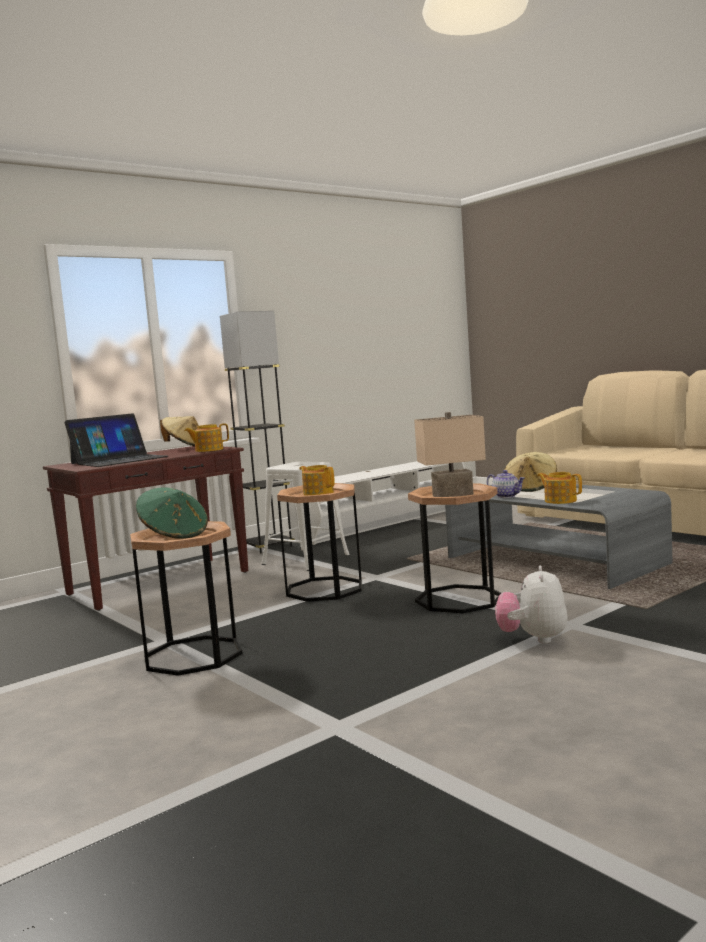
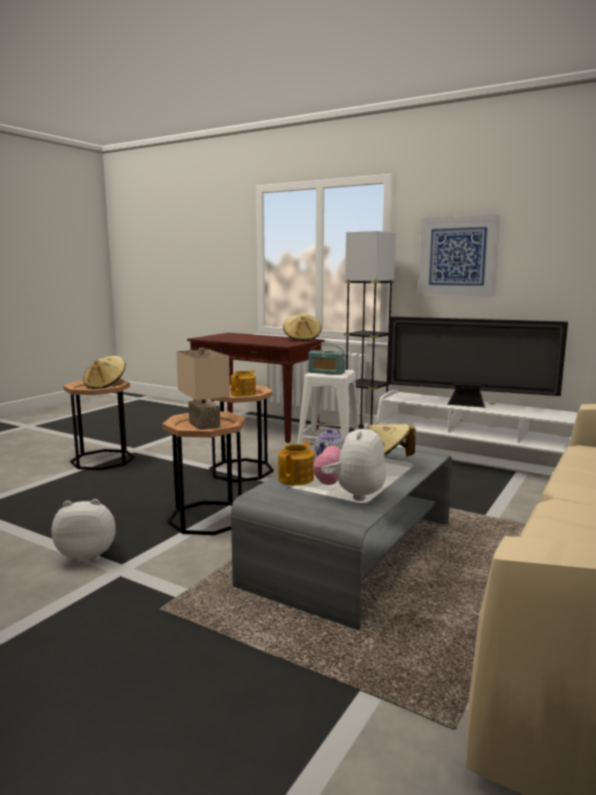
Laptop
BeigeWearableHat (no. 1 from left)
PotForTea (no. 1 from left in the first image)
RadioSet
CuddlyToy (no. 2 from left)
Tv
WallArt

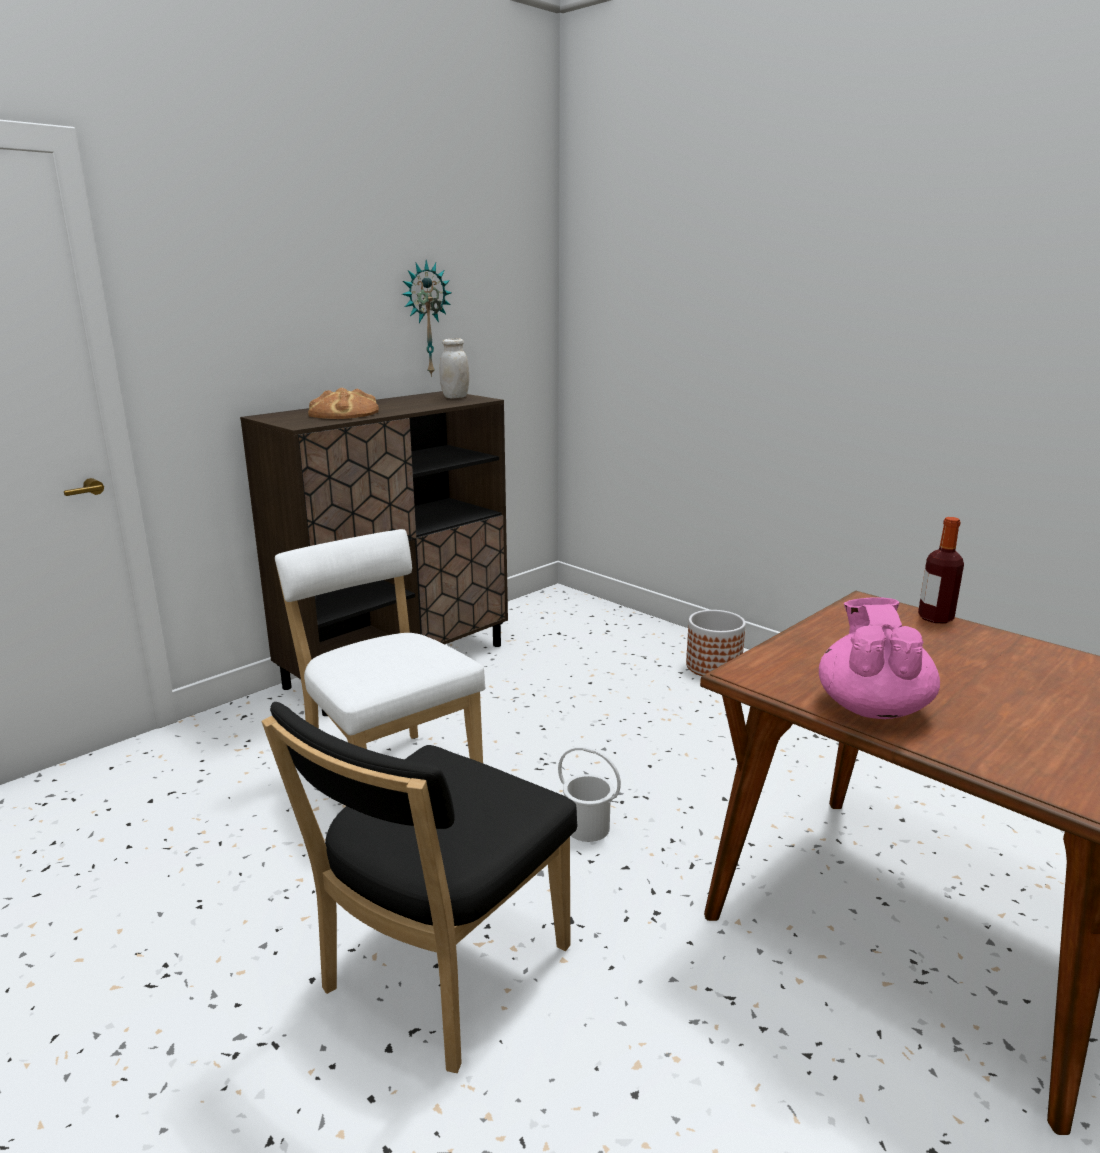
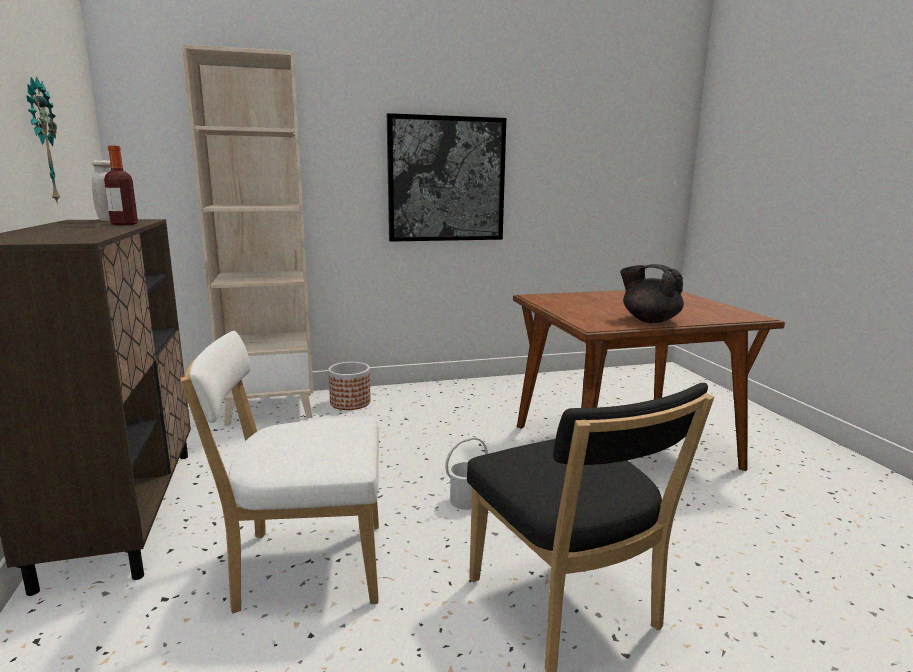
BakedBread
BlackPotForTea
BeverageBottle
BeigeBookcase
WallArt

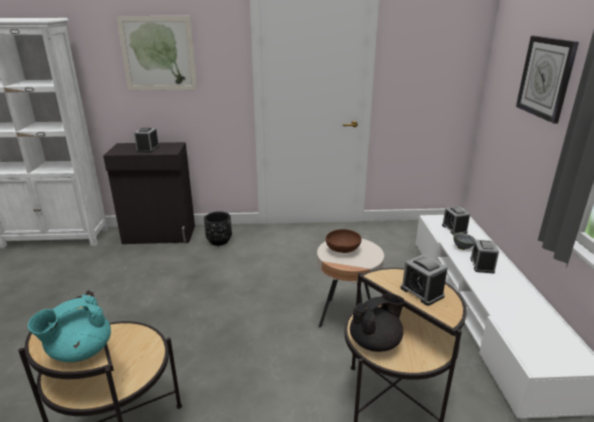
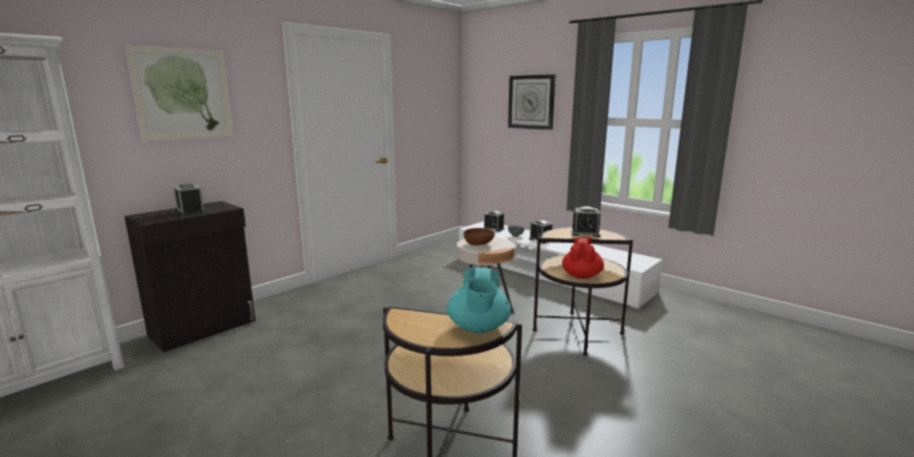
BlackFlowerPot
ReddishPotForTea

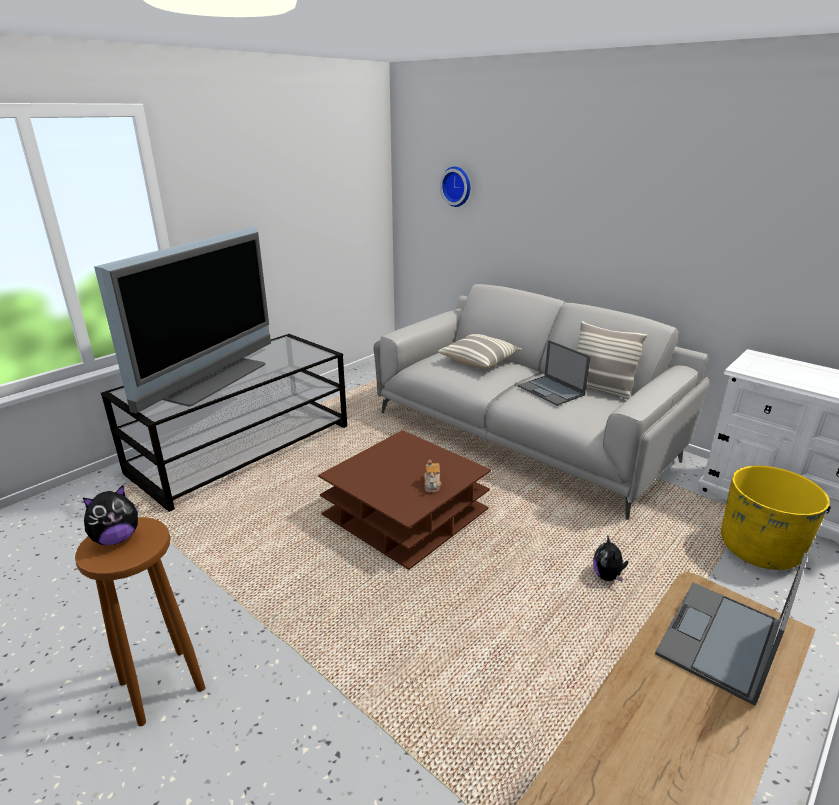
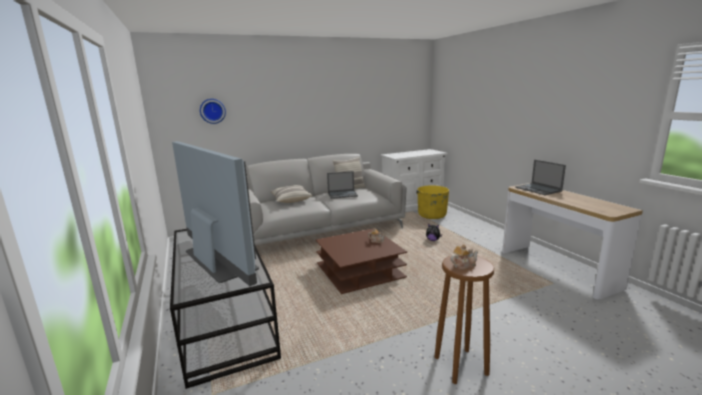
PotForTea (no. 2 from left)

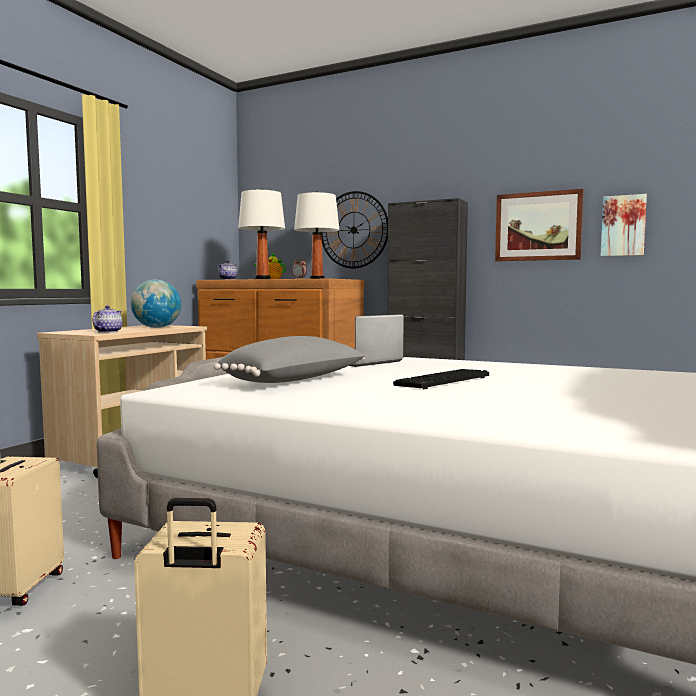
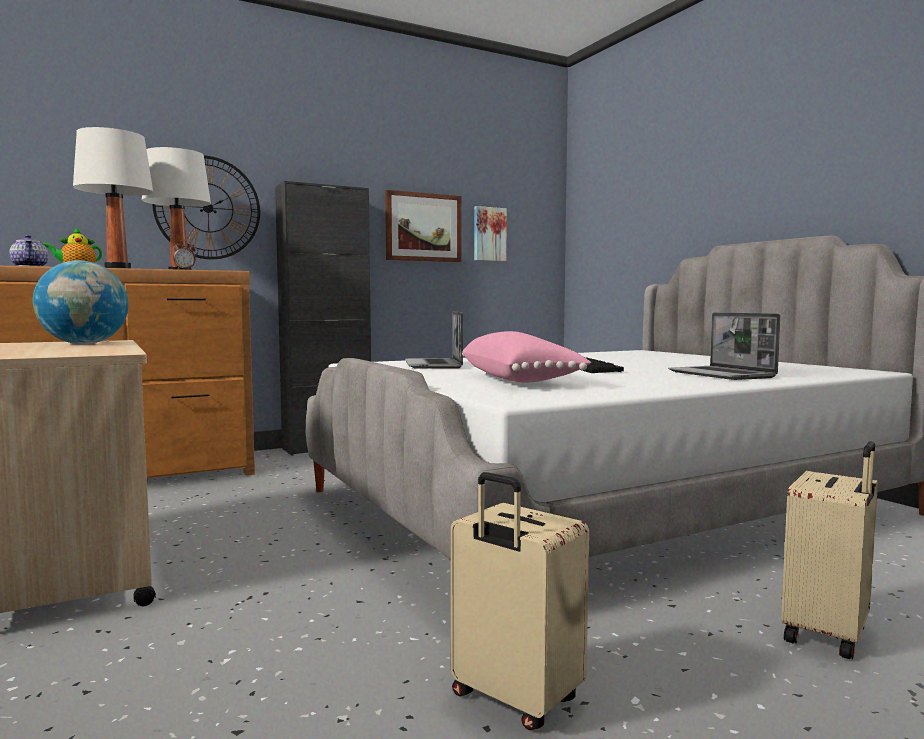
PotForTea (no. 1 from left in the first image)
PinkColouredCushion
Laptop (no. 2 from left)

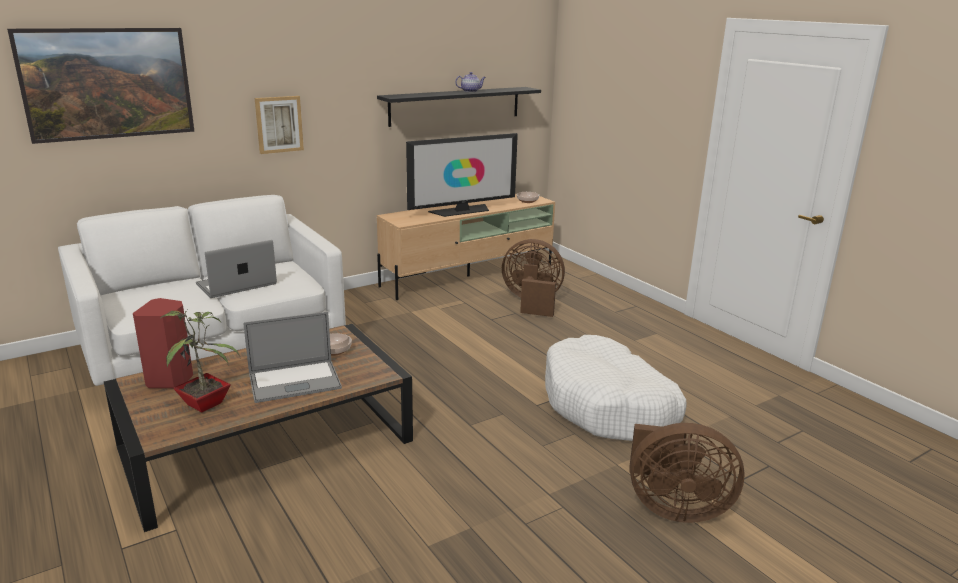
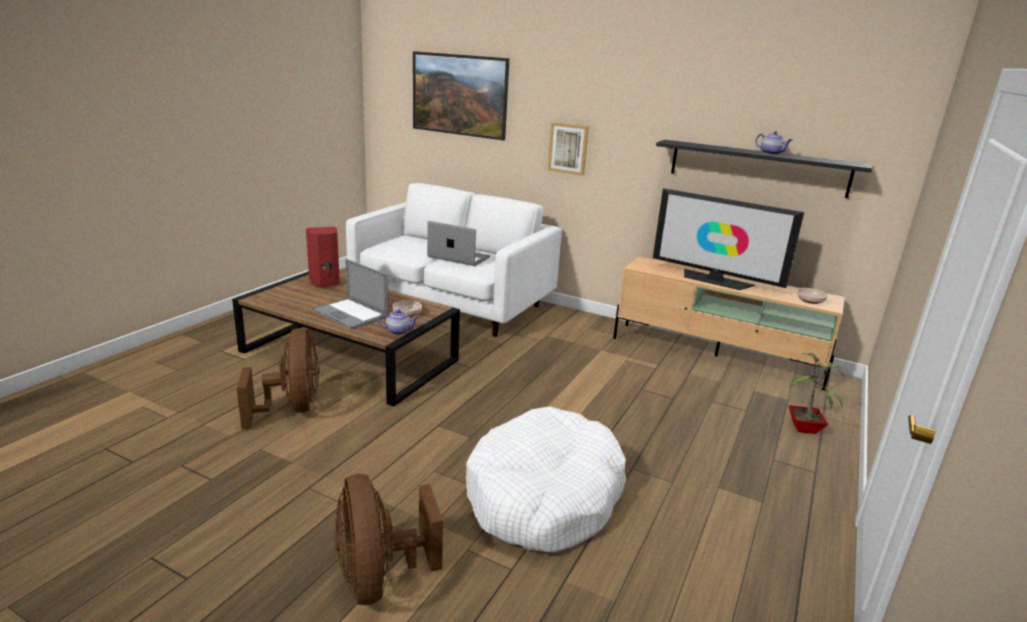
PlantInAPot
BrownishElectricFan (no. 1 from left)
PotForTea (no. 1 from left)

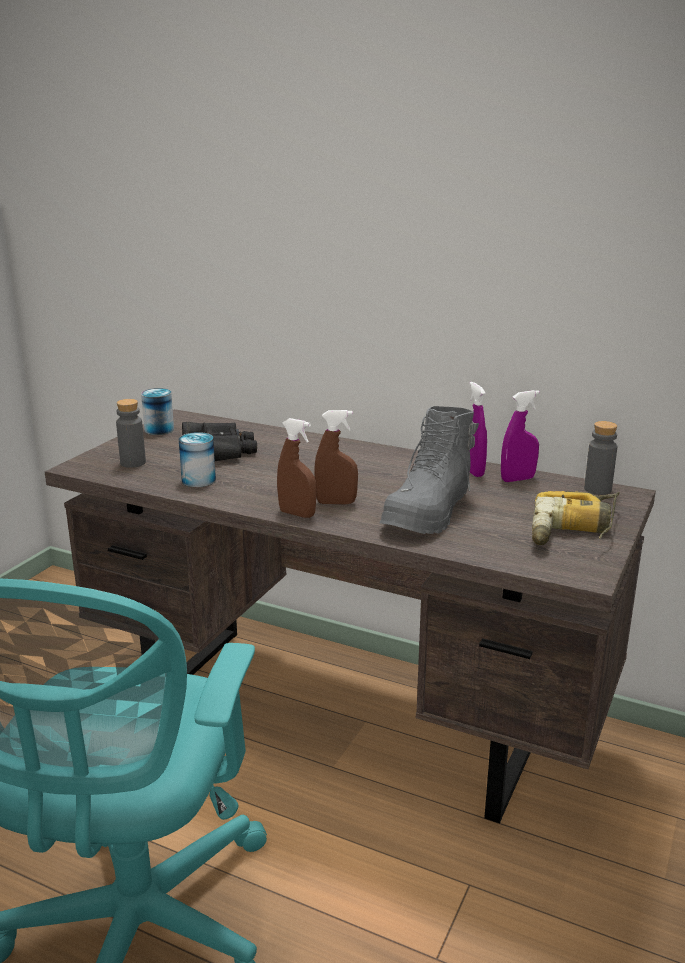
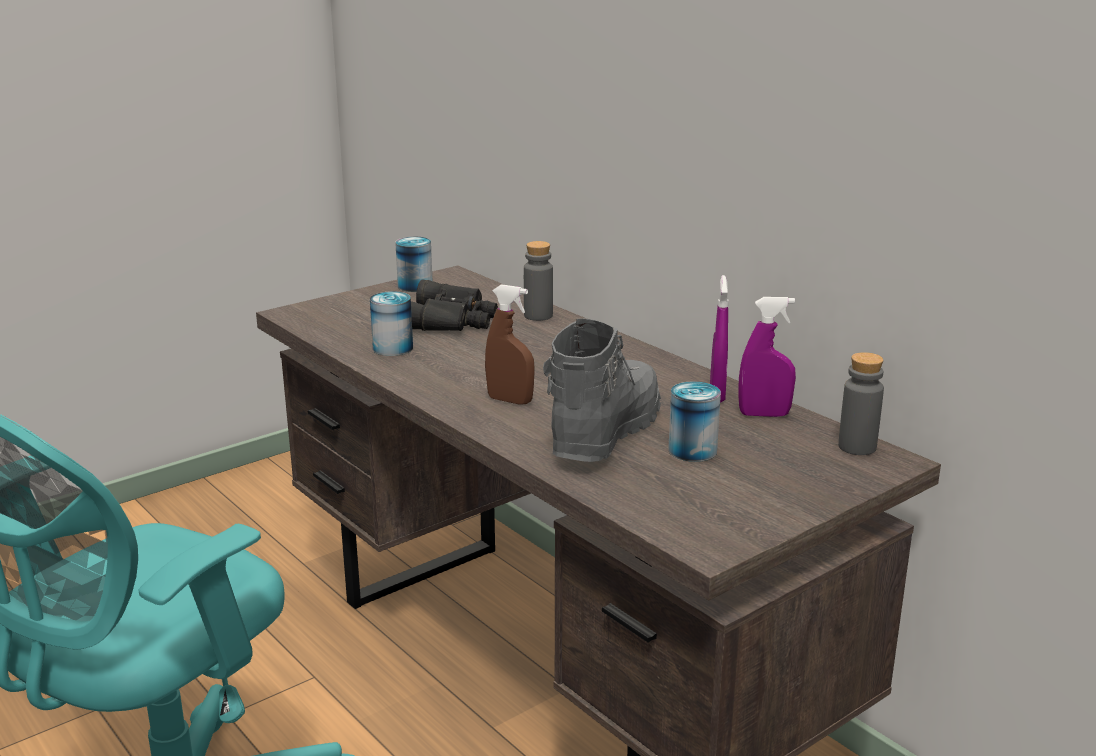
GreyBeverageBottle (no. 1 from left)
BrownishHandSprayer (no. 1 from left in the first image)
GreyBoot
PowerDrill
MetalCan (no. 3 from left)

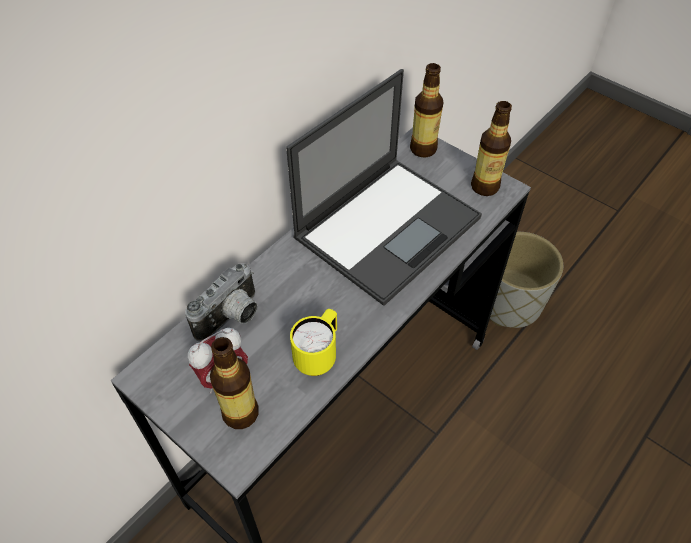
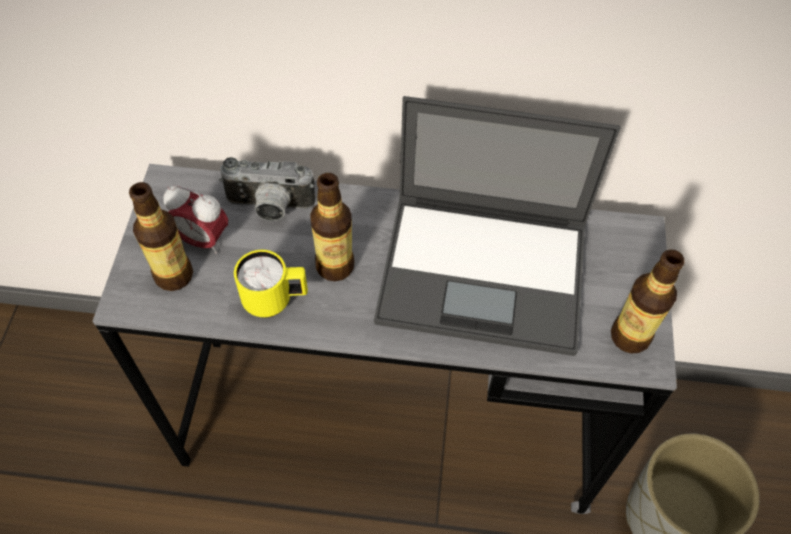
BeverageBottle (no. 2 from left)

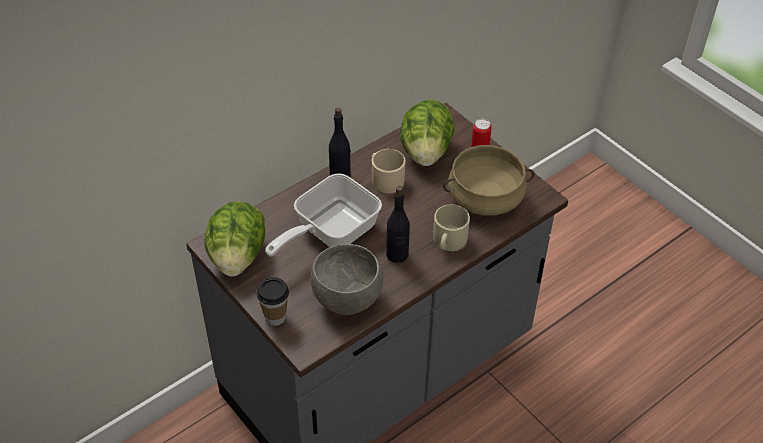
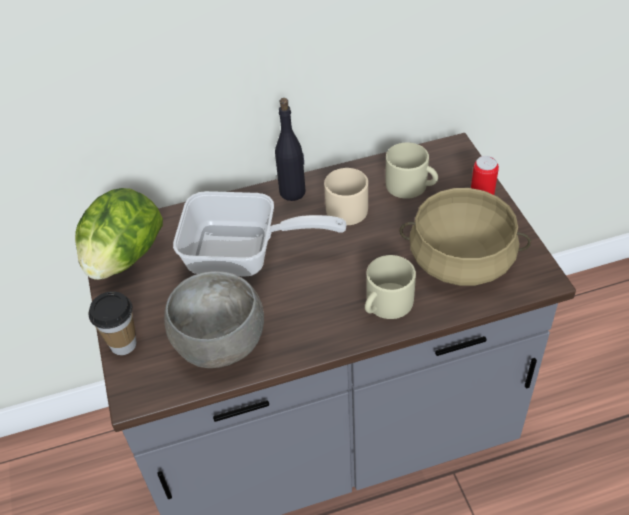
Skillet
BlackBeverageBottle (no. 2 from left in the first image)
BeigeCoffeeMug (no. 3 from left)

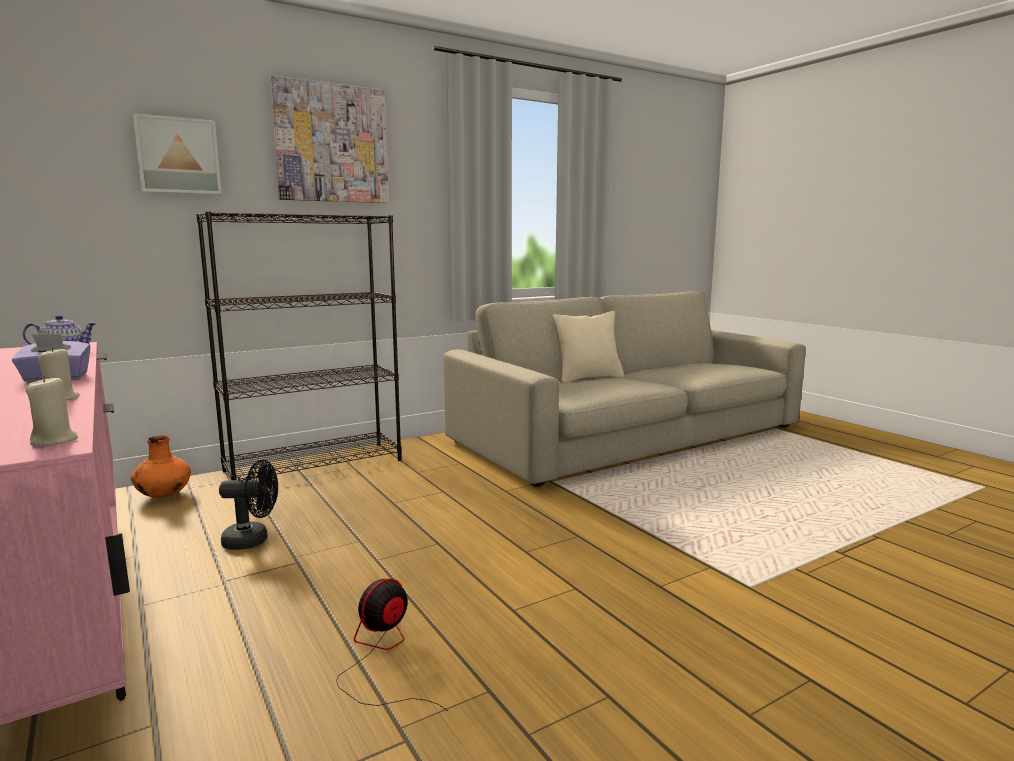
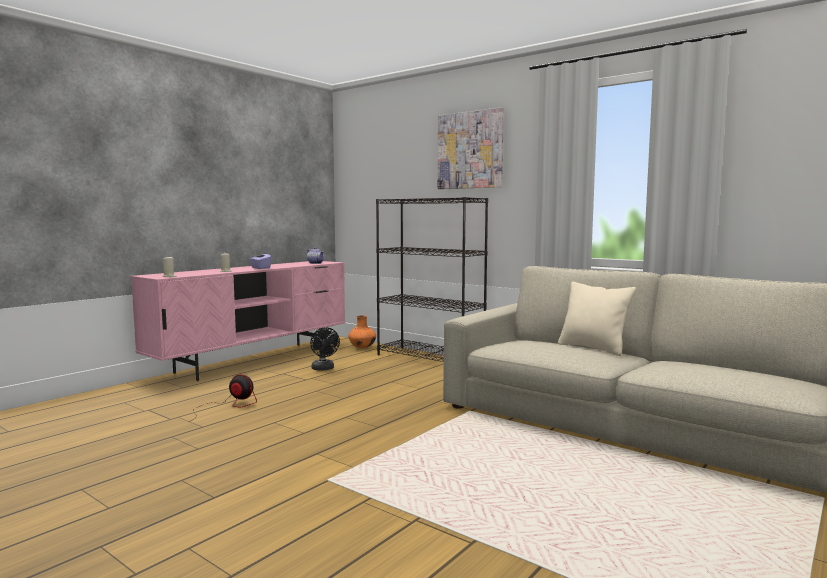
WallArt (no. 1 from left in the first image)

